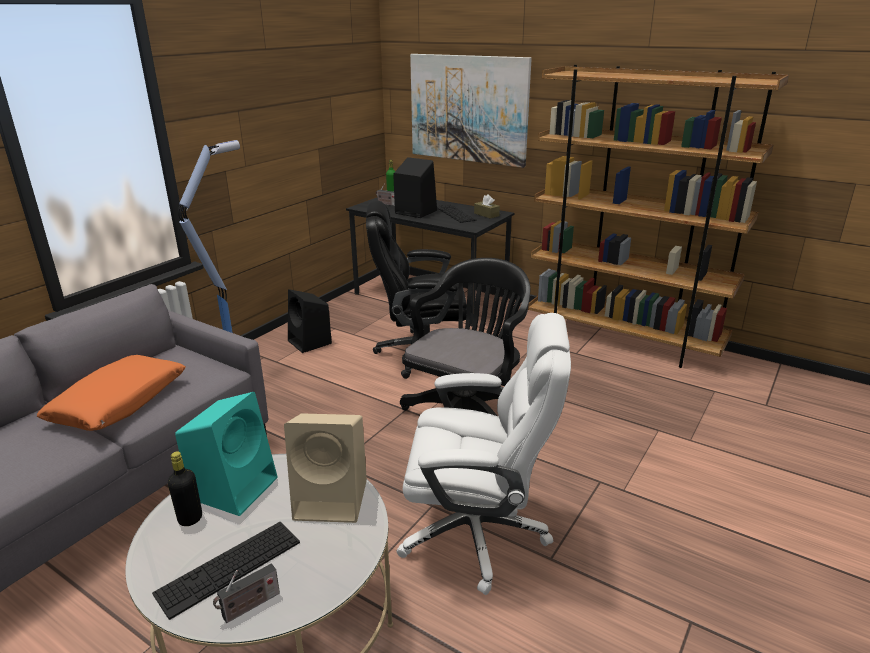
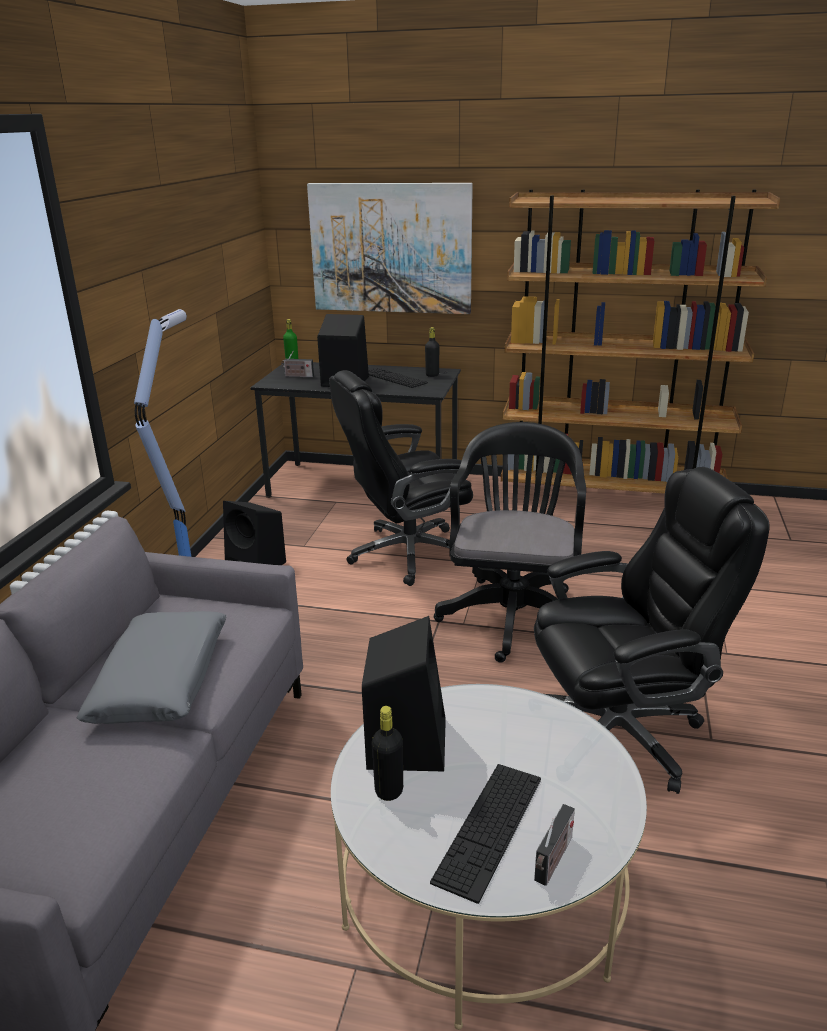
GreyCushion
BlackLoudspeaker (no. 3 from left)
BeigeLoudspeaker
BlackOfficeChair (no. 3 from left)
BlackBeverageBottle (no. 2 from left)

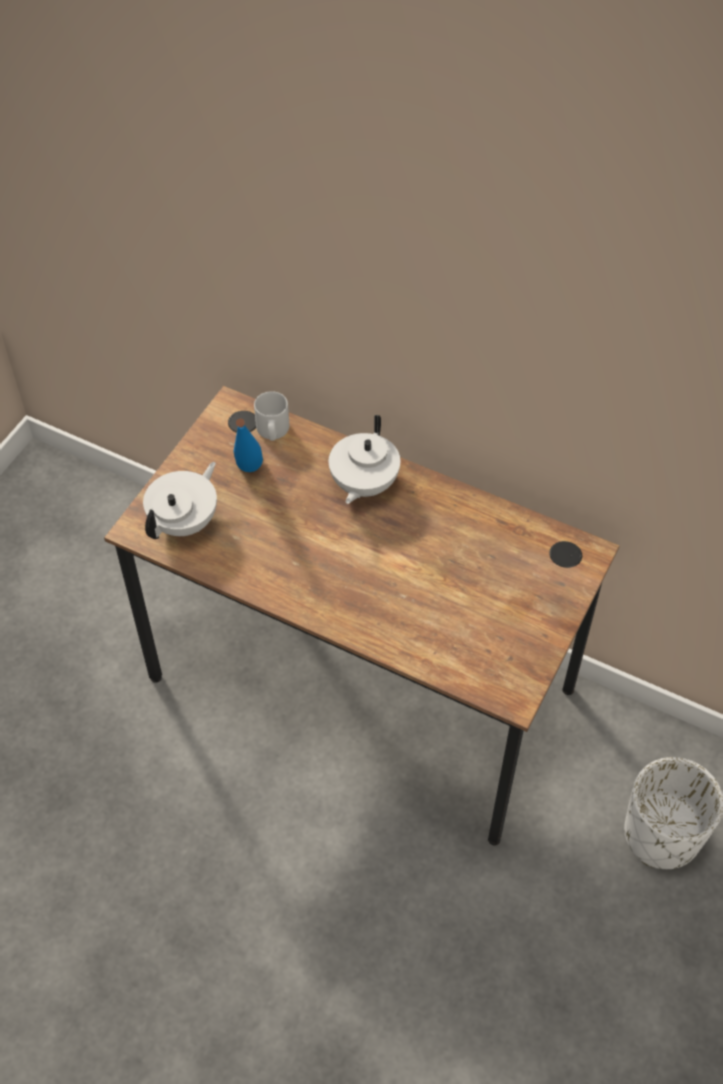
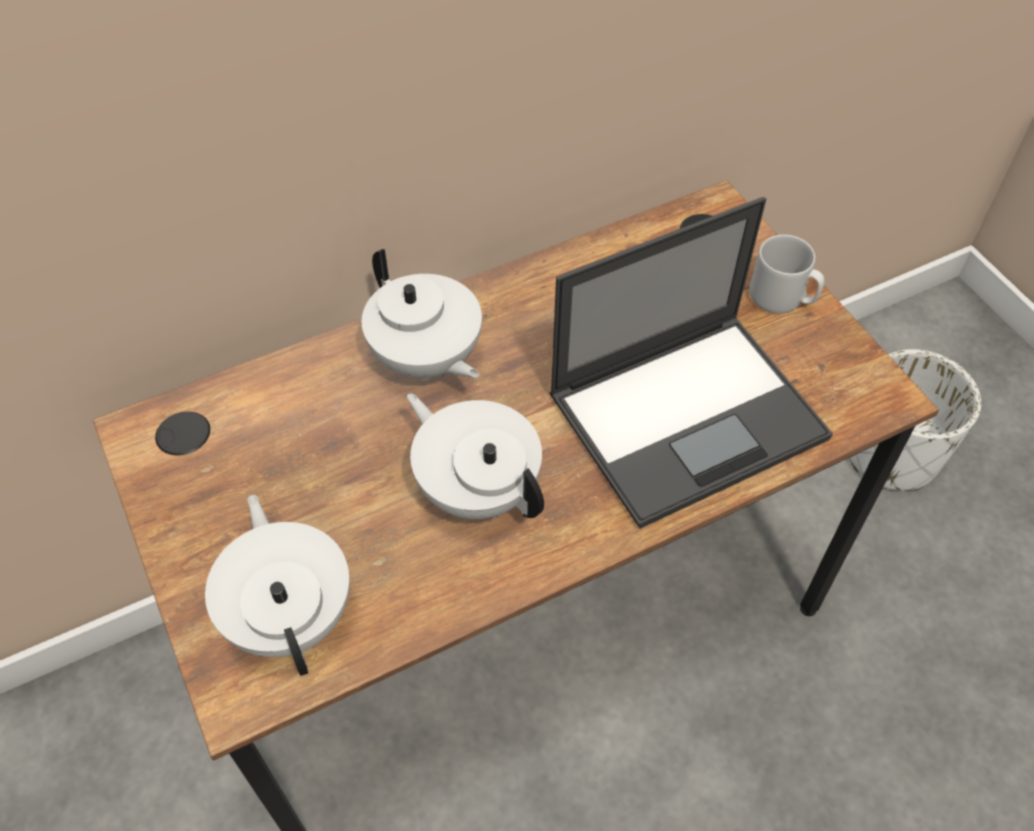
BlueColouredBeverageBottle
GreyCoffeeMug
WhitePotForTea (no. 3 from left)
Laptop

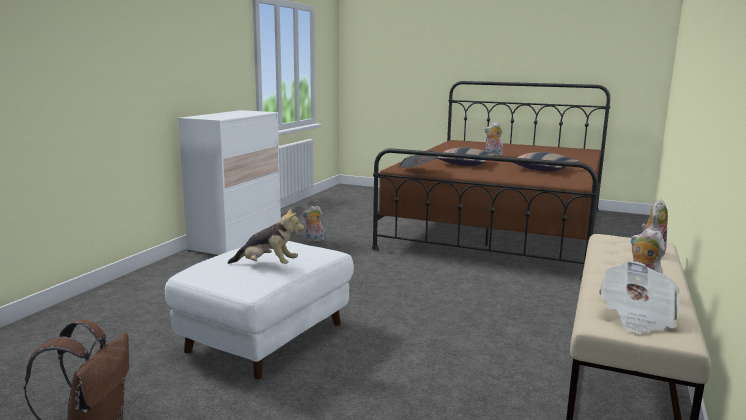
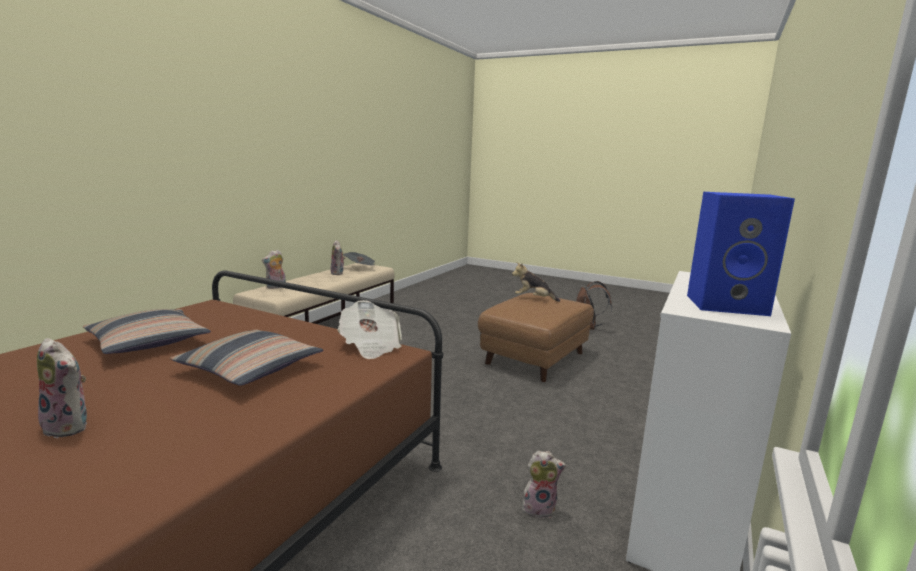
BrownishOttoman
BlueColouredLoudspeaker

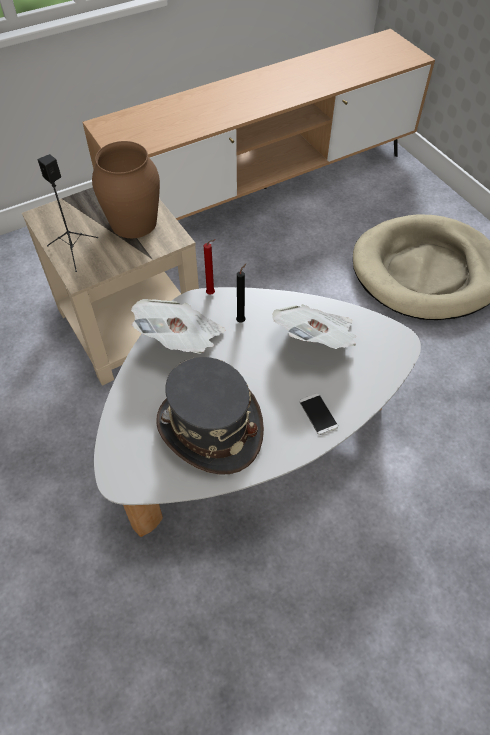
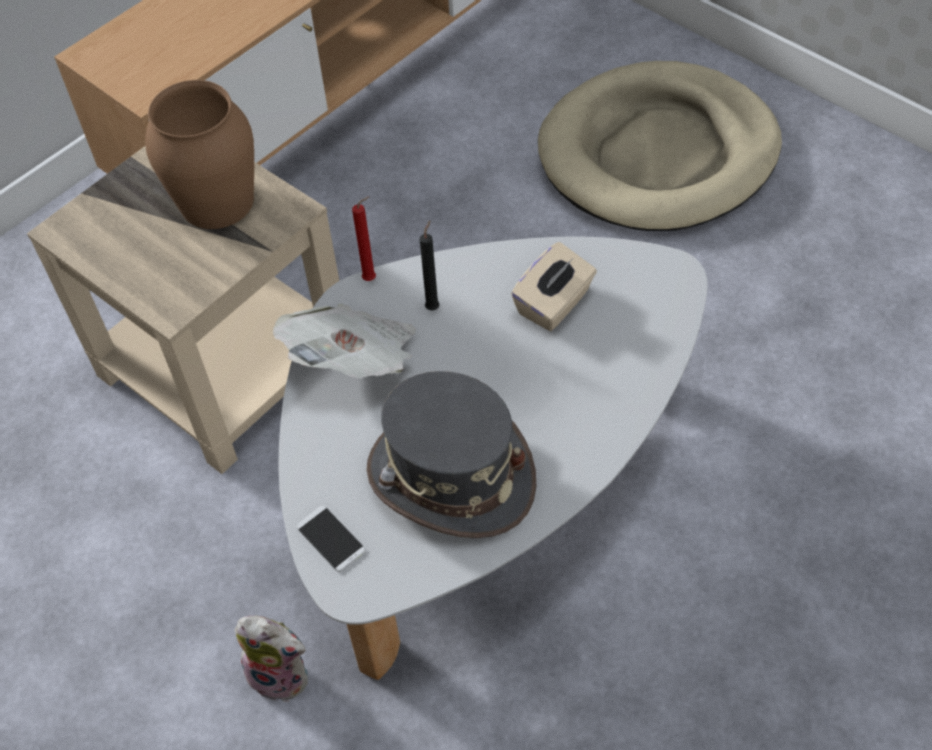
BlackLoudspeaker
BeigeTissueBox
Phone
CuddlyToy

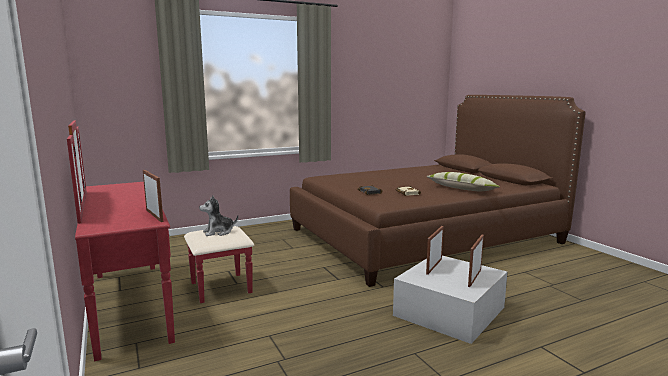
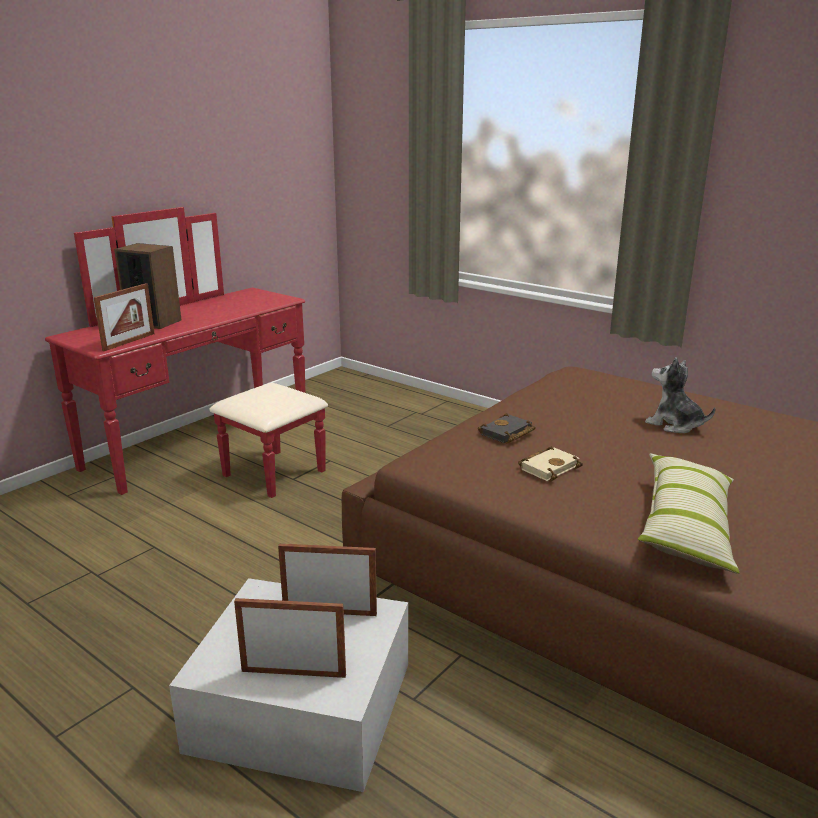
CuddlyToy
Loudspeaker

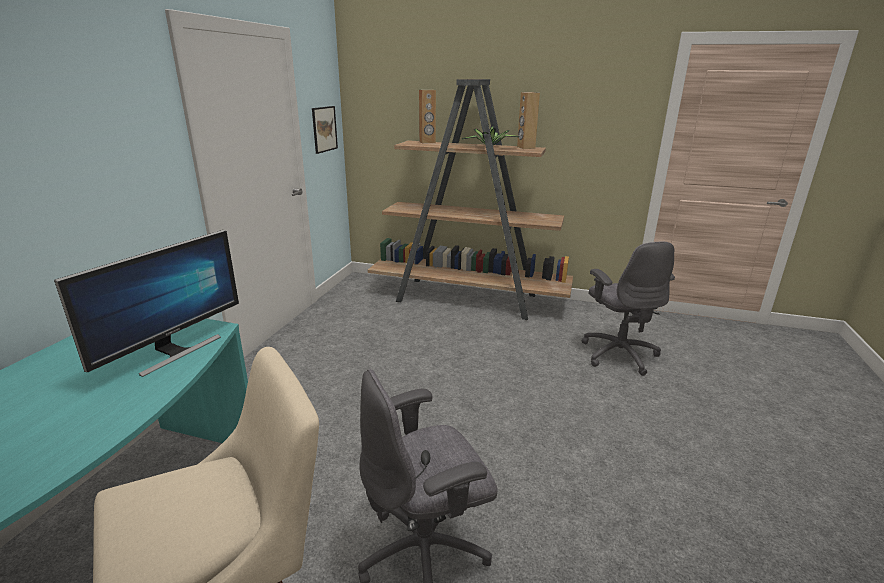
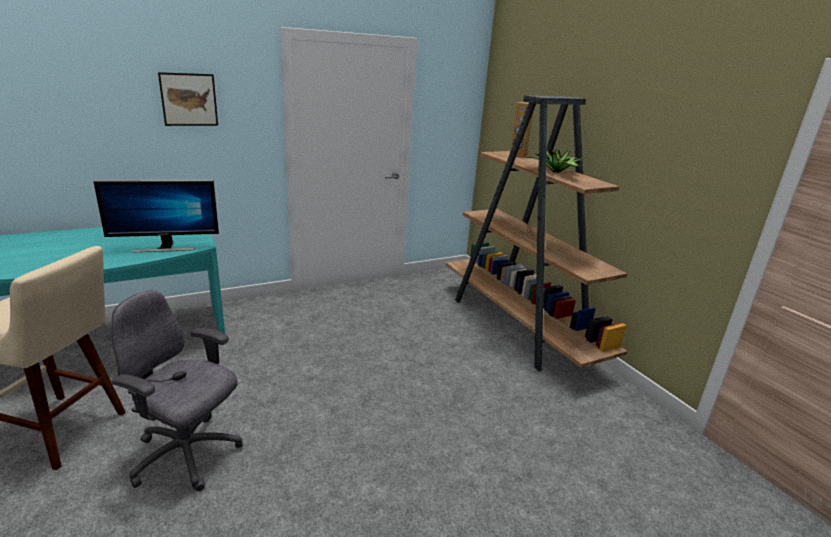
WallArt
BrownishLoudspeaker (no. 2 from left in the first image)
GreyOfficeChair (no. 2 from left in the first image)

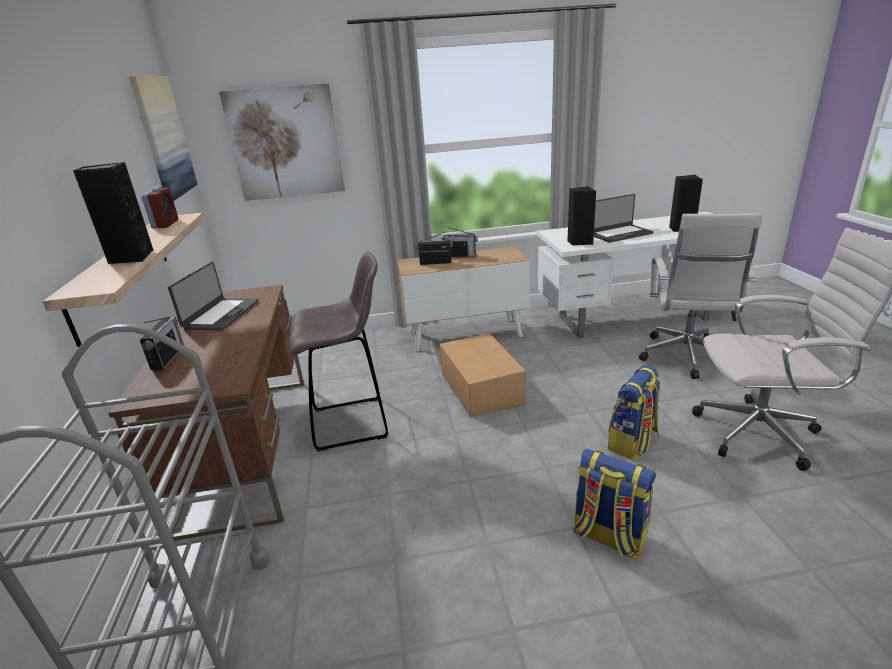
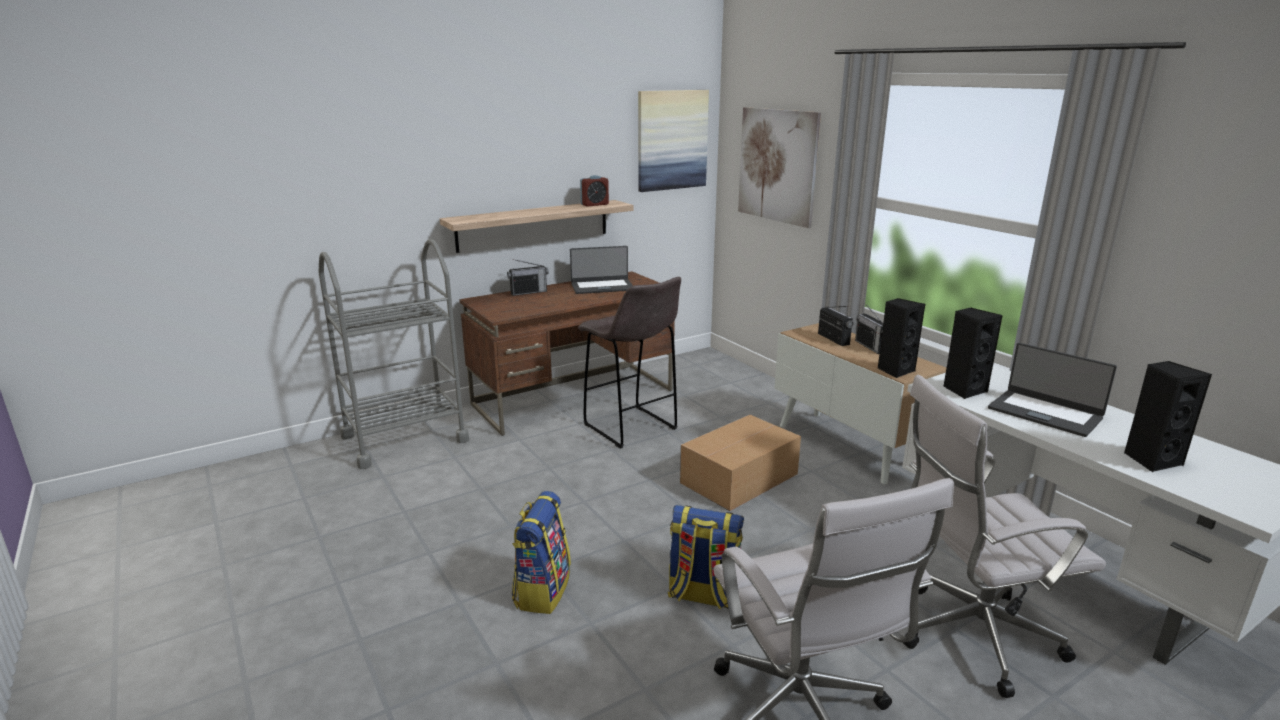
BlackLoudspeaker (no. 1 from left)

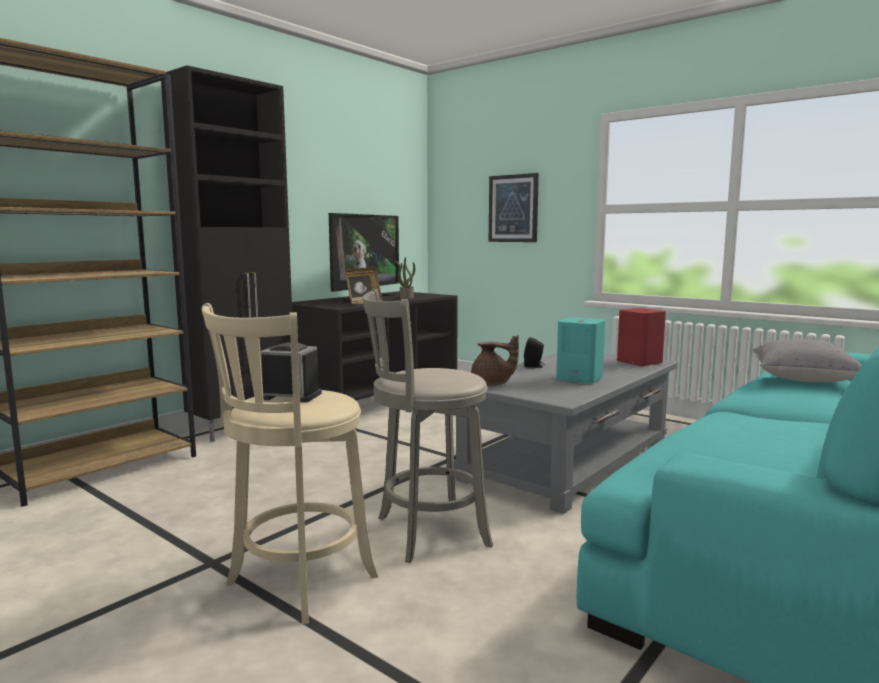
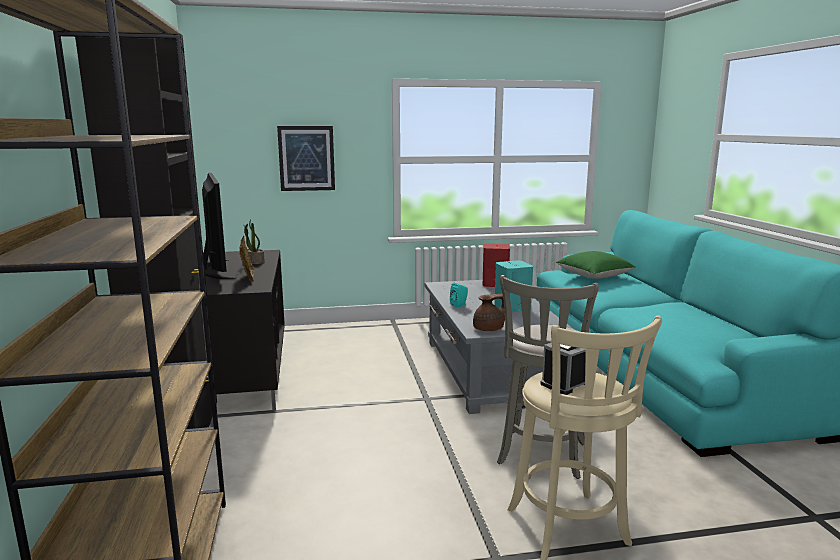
TurquoiseColouredLoudspeaker (no. 1 from left)
GreenColouredCushion

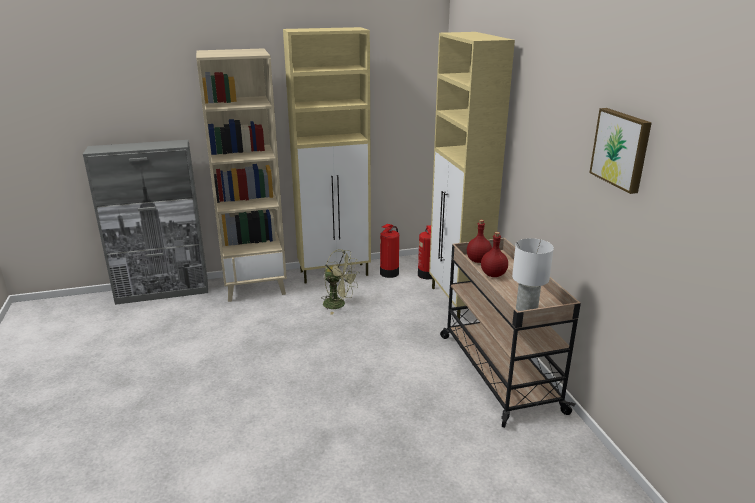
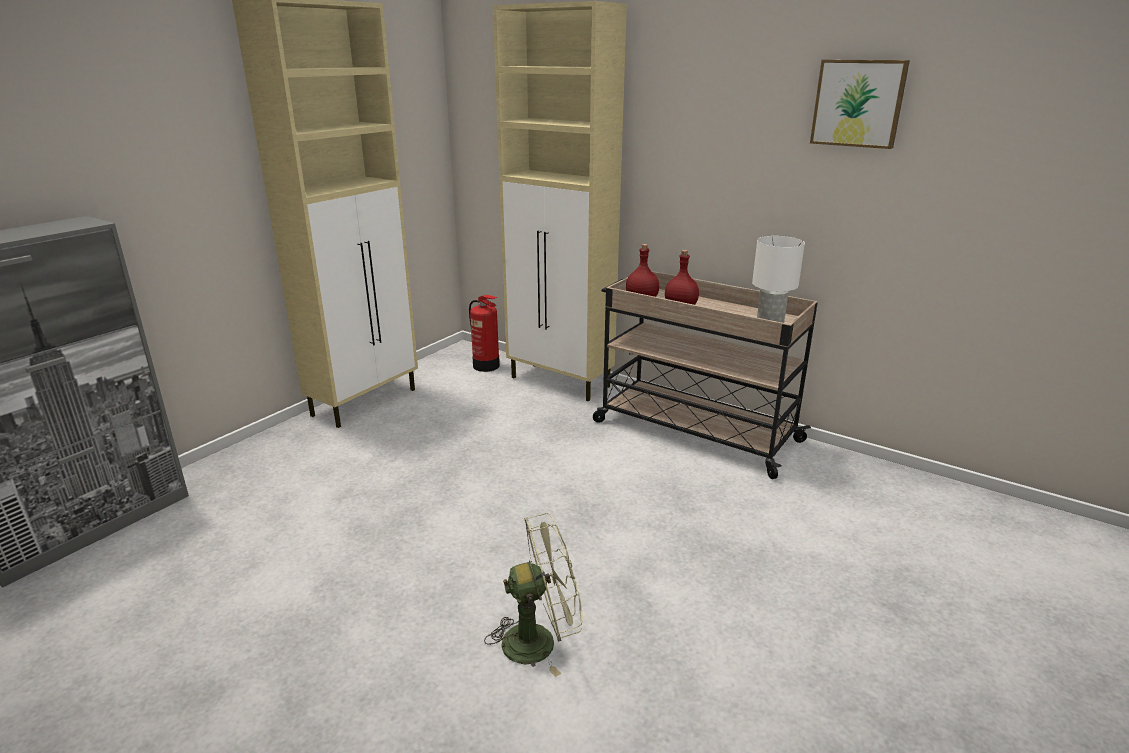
BeigeBookcase
GreenColouredElectricFan
FireFightingCylinder (no. 1 from left in the first image)

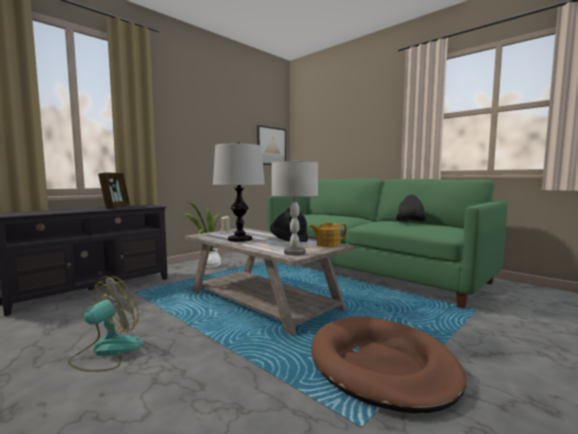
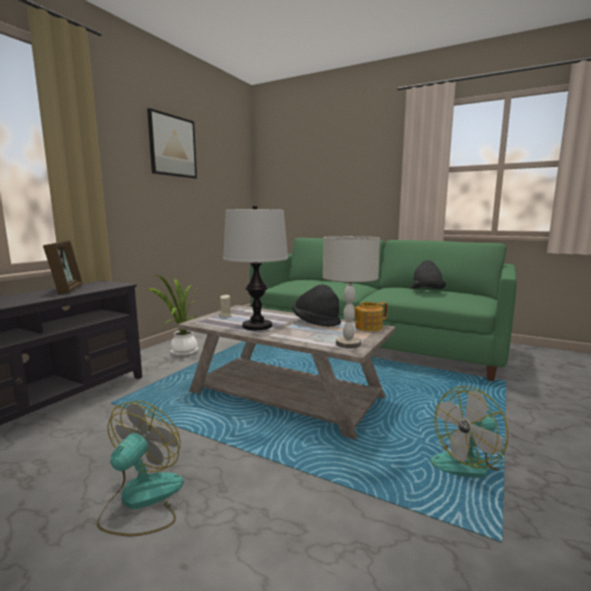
WallArt
ElectricFan (no. 2 from left)

